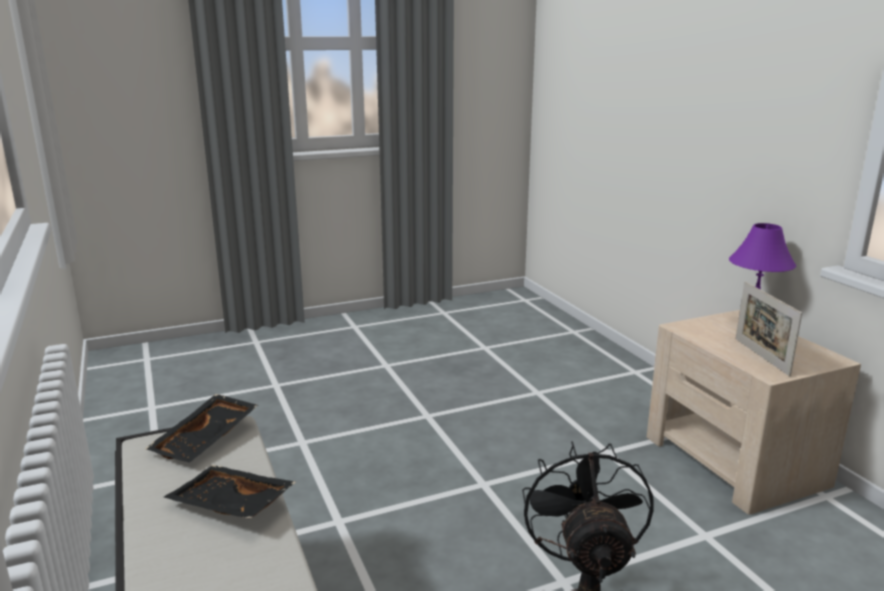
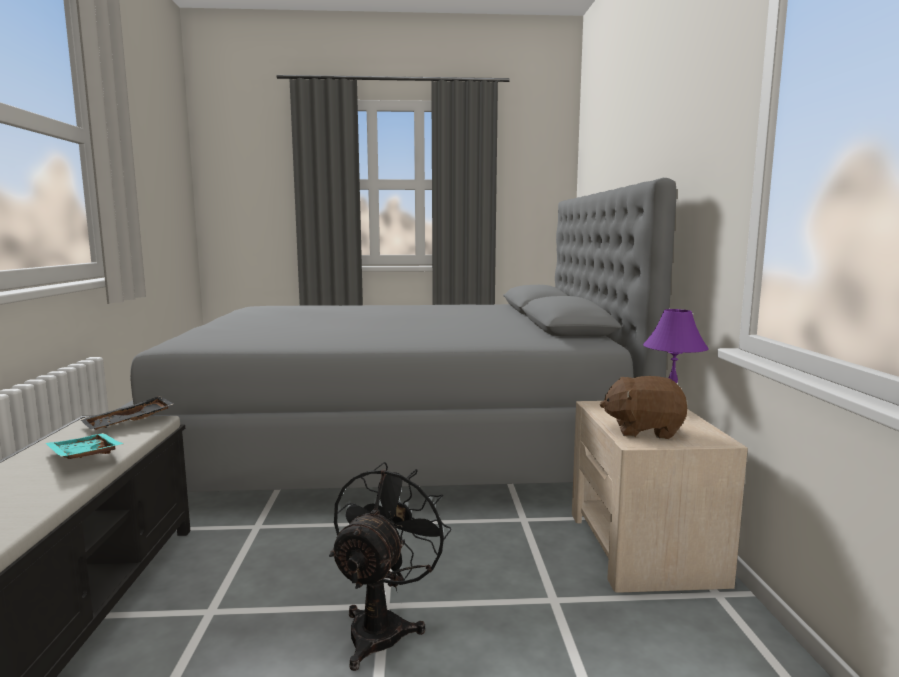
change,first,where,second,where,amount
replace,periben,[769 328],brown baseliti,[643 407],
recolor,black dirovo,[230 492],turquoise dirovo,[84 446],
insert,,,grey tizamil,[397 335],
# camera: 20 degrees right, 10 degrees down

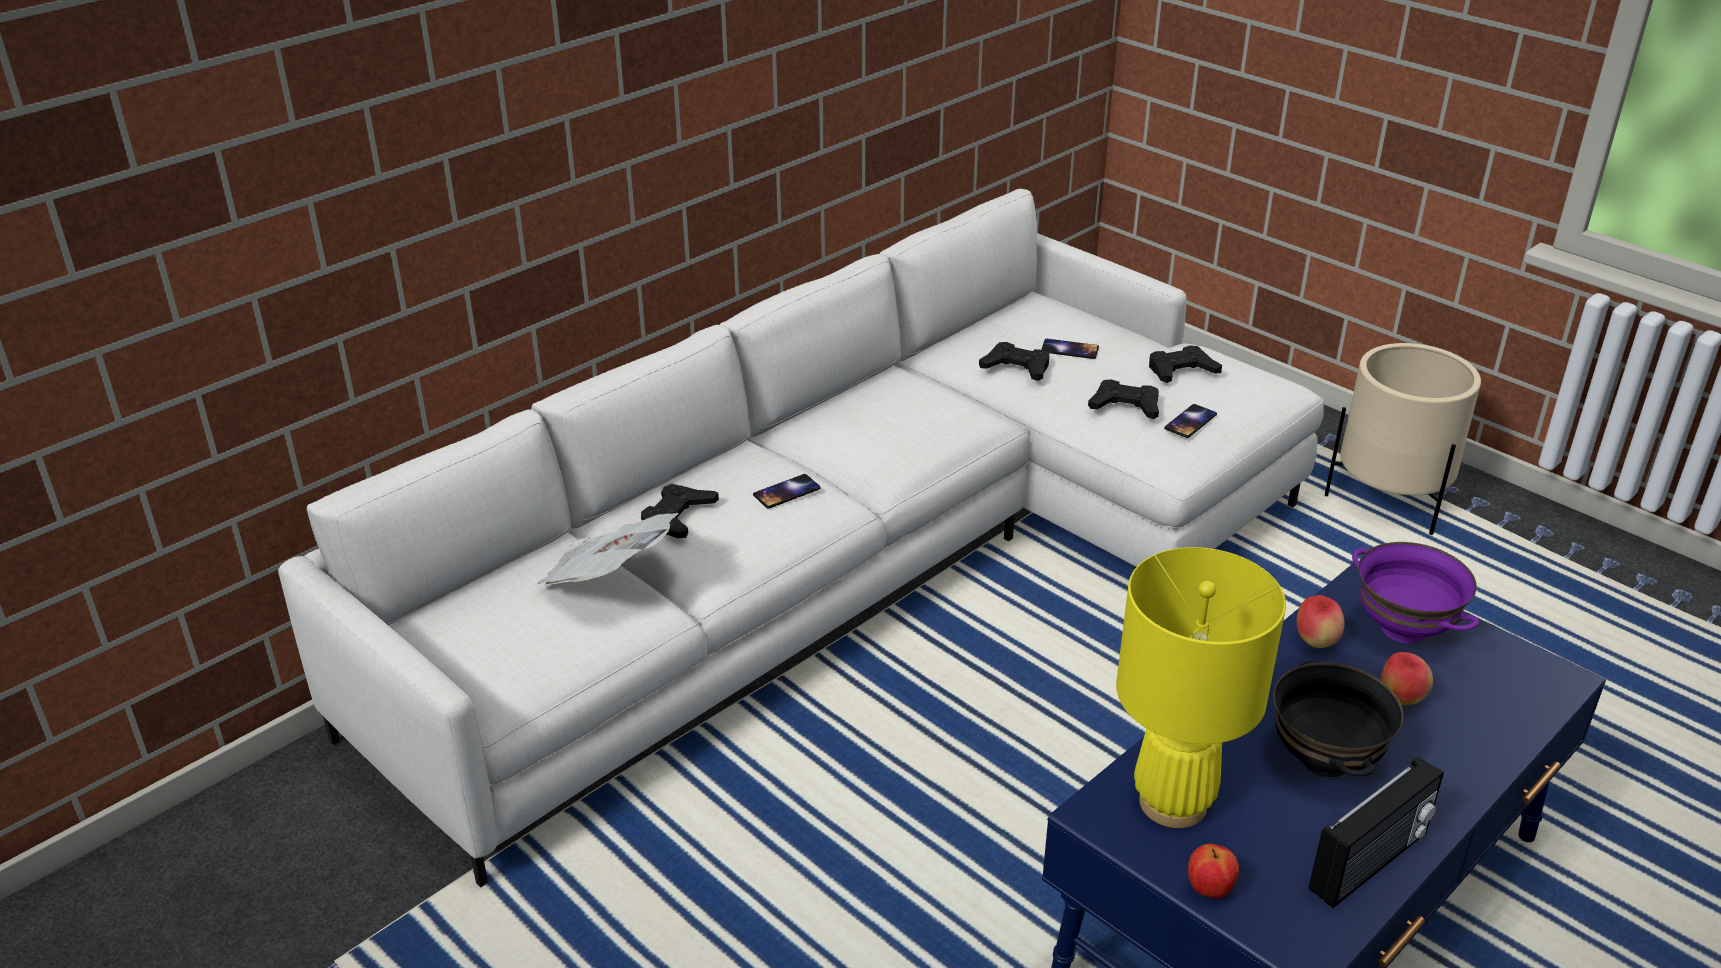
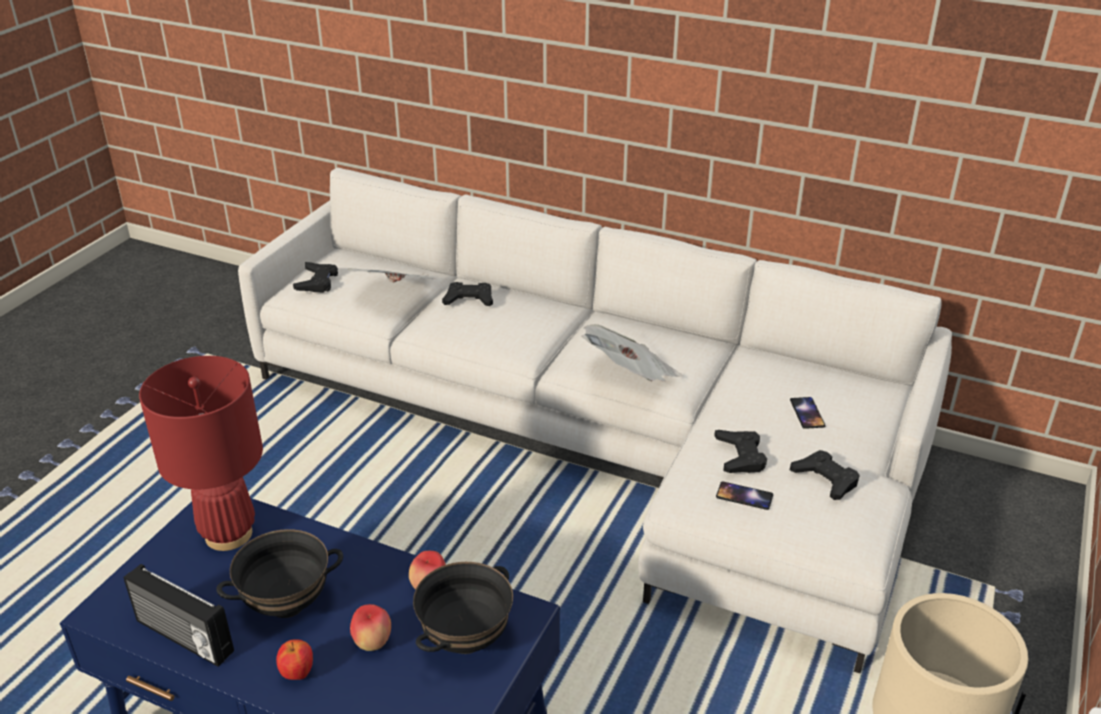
change,first,where,second,where,amount
move,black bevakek,[1014 361],,[315 277],
delete,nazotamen,[787 491],,,
recolor,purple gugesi,[1415 593],black gugesi,[463 608],
recolor,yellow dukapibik,[1201 687],red dukapibik,[201 453],
move,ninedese,[1213 871],,[294 660],
insert,,,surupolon,[631 353],
# camera: 70 degrees right, 0 degrees up

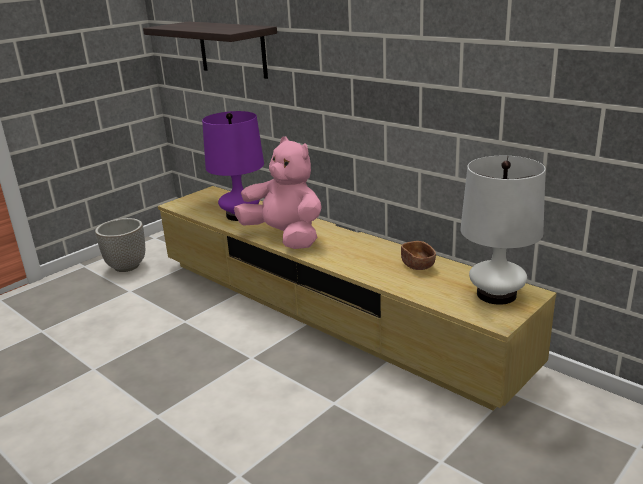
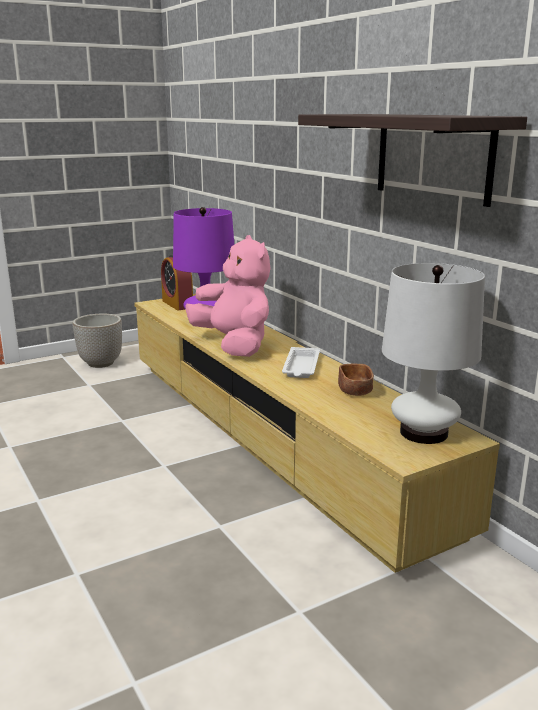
change,first,where,second,where,amount
move,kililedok,[210 50],,[412 160],
insert,,,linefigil,[177 282],
insert,,,white dirovo,[301 362],
# camera: 15 degrees right, 5 degrees down

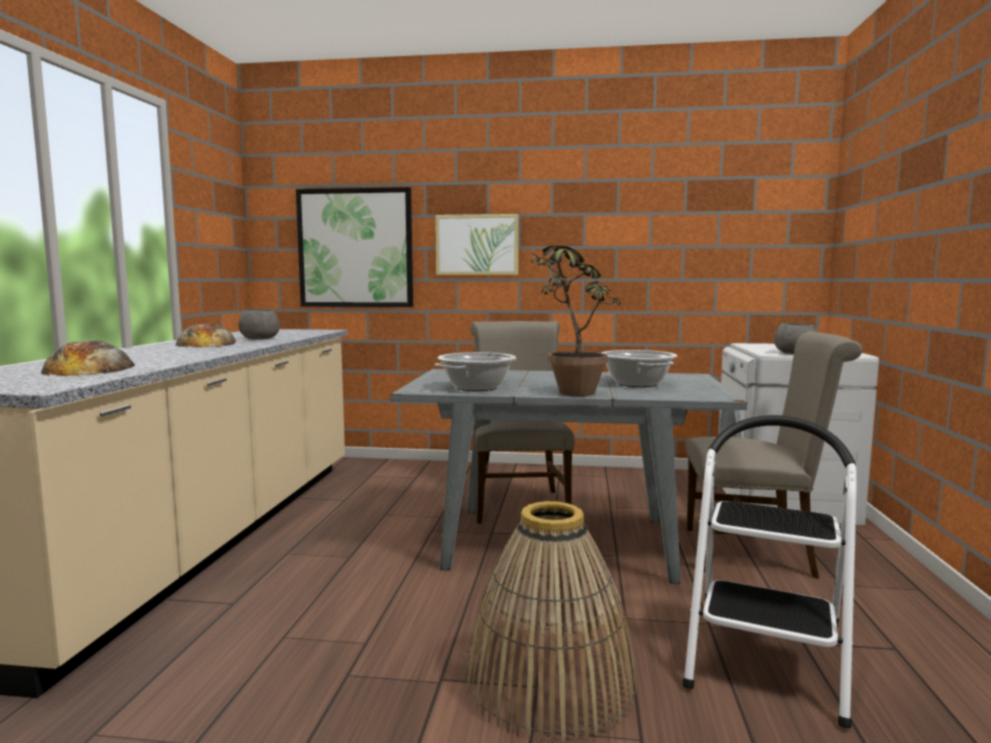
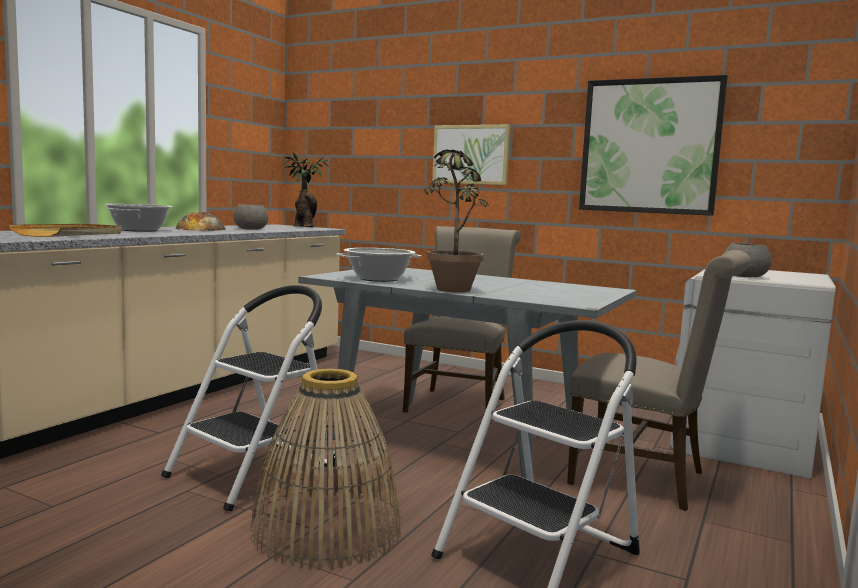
change,first,where,second,where,amount
move,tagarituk,[354 247],,[653 145],
replace,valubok,[88 358],beige dirovo,[65 230],
move,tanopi,[639 368],,[138 218],
insert,,,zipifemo,[306 189],
insert,,,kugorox,[248 398],
# camera: 20 degrees right, 0 degrees up

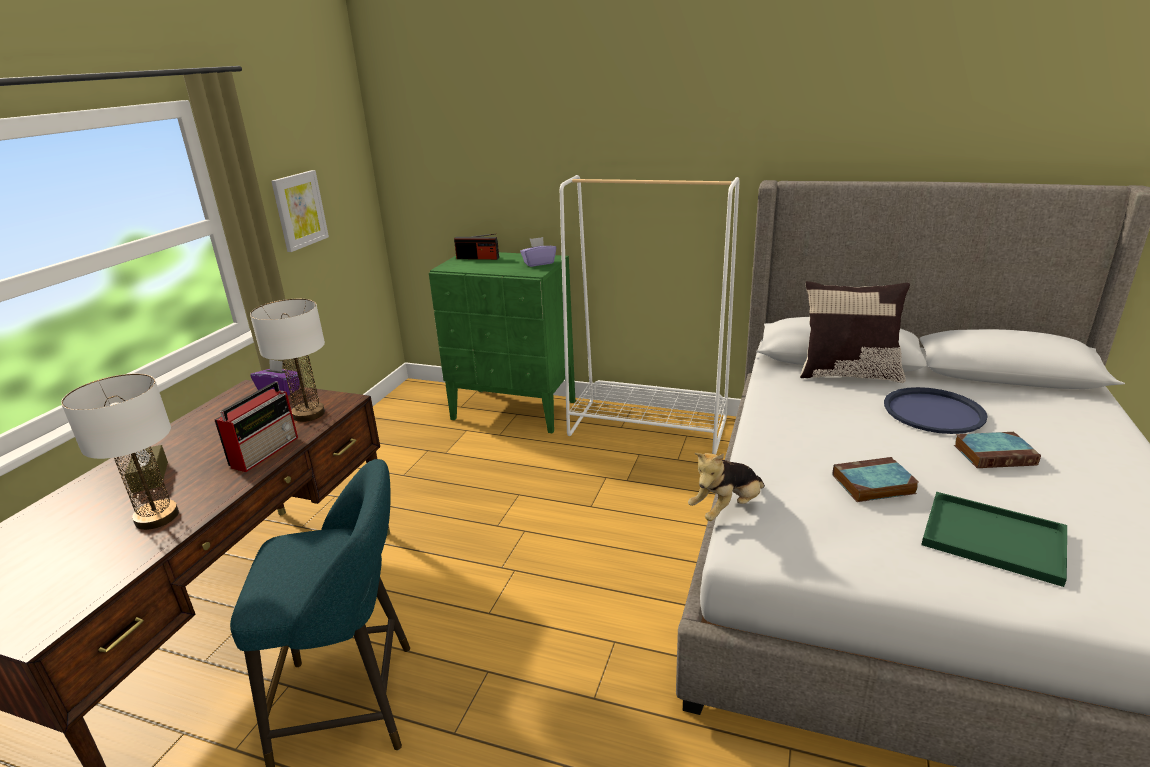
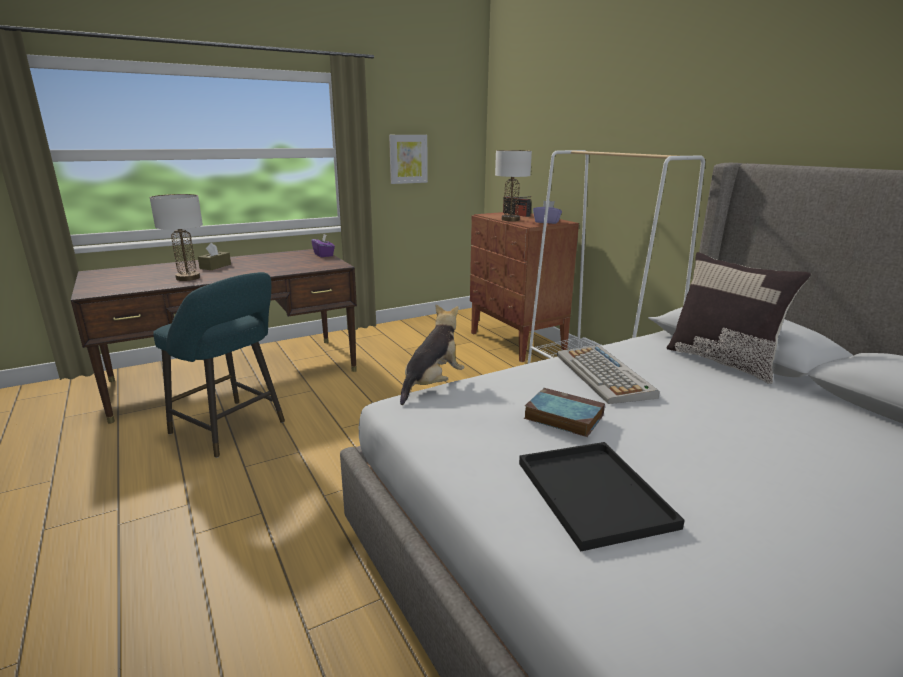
change,first,where,second,where,amount
recolor,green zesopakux,[502 342],brown zesopakux,[524 287],
move,dukapibik,[287 360],,[513 185],
delete,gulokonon,[256 426],,,
delete,blue dirovo,[936 410],,,
delete,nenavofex,[997 450],,,
rotate,baseliti,[726 487],,[432 355],120 degrees clockwise
recolor,green dirovo,[994 539],black dirovo,[602 496],
insert,,,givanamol,[608 374],
# camera: 40 degrees right, 5 degrees down

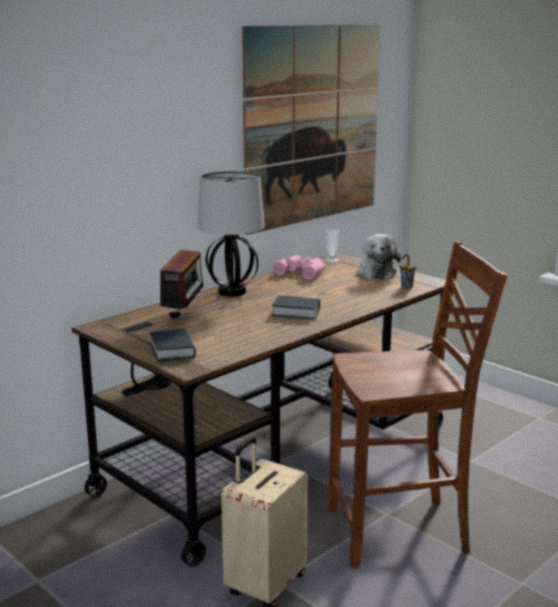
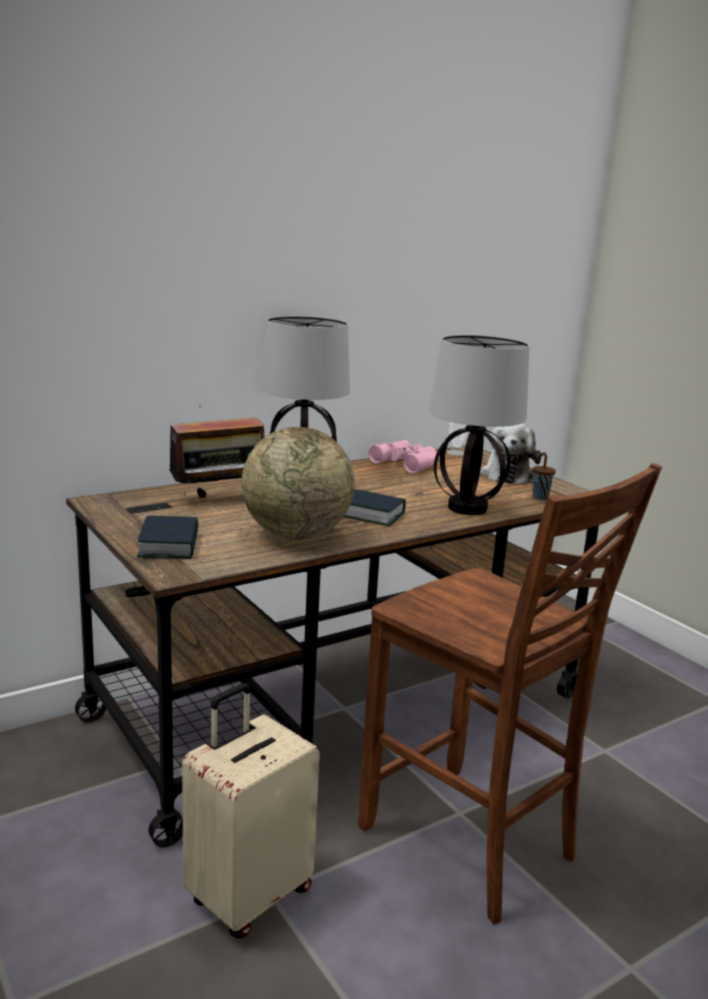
change,first,where,second,where,amount
delete,tagarituk,[311 130],,,
rotate,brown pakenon,[417 405],,[510 694],45 degrees clockwise
rotate,gulokonon,[182 283],,[212 452],45 degrees clockwise
insert,,,dukapibik,[479 425],
insert,,,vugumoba,[298 483],
# camera: 10 degrees right, 0 degrees up

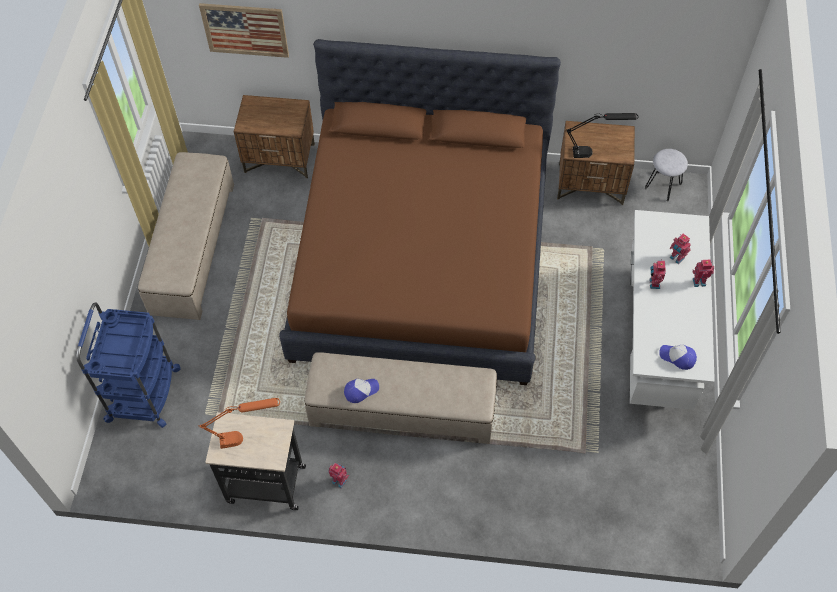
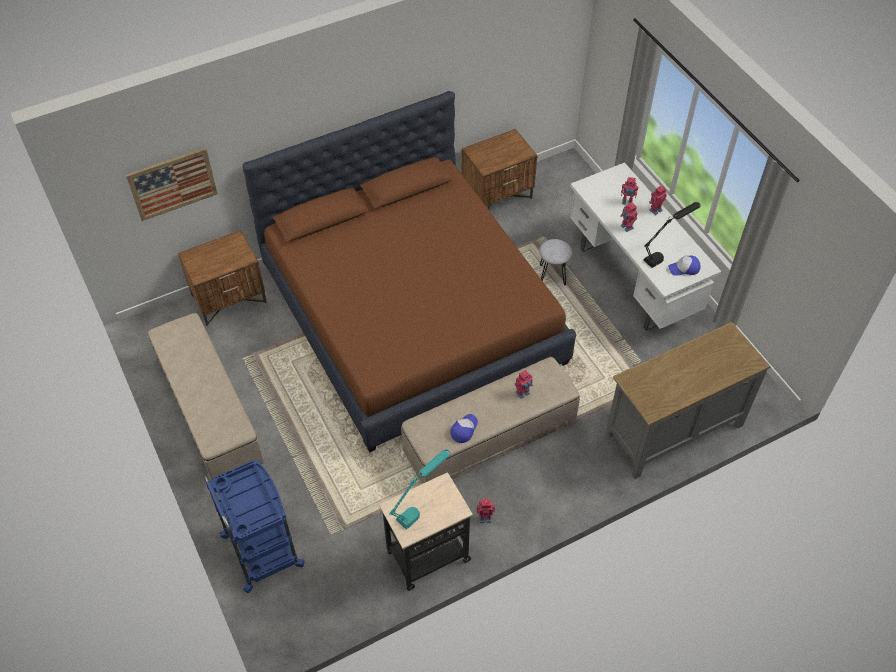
change,first,where,second,where,amount
move,black dukapibik,[602 135],,[672 235],
move,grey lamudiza,[666 175],,[555 262],
recolor,orange dukapibik,[239 423],turquoise dukapibik,[419 489],
insert,,,grey zesopakux,[688 400],
insert,,,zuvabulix,[524 384],
# camera: 35 degrees left, 5 degrees down

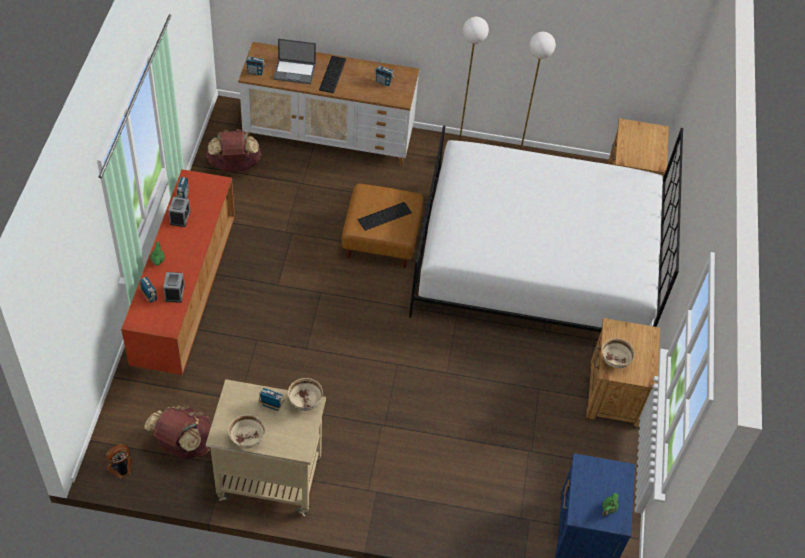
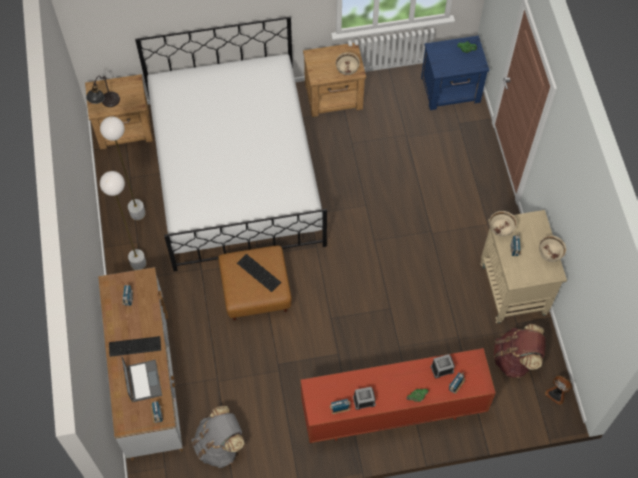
change,first,where,second,where,amount
recolor,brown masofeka,[234 150],grey masofeka,[218 437],
insert,,,grey dukapibik,[103 91],
# camera: 105 degrees left, 10 degrees up

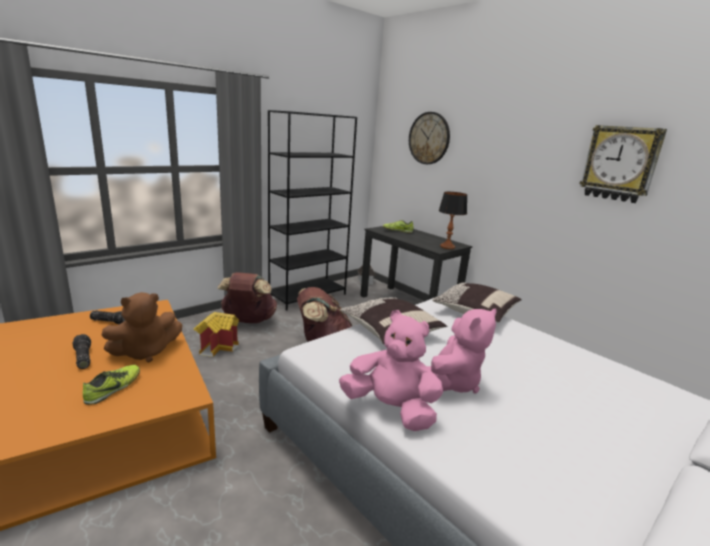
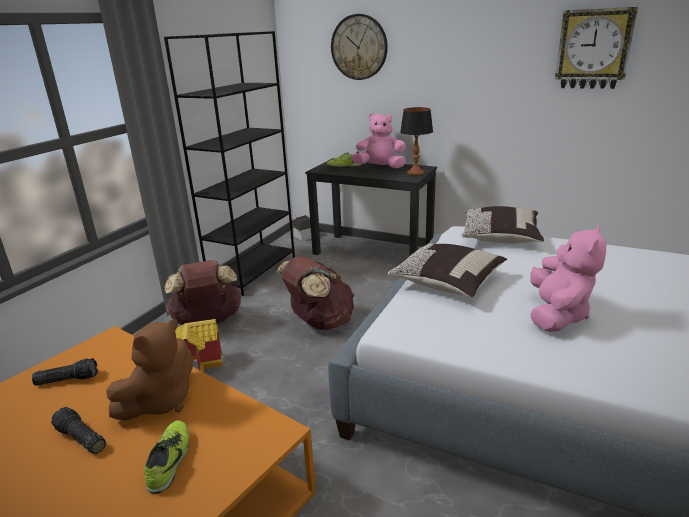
change,first,where,second,where,amount
move,pink baseliti,[391 370],,[378 140],
# camera: 20 degrees left, 5 degrees up

